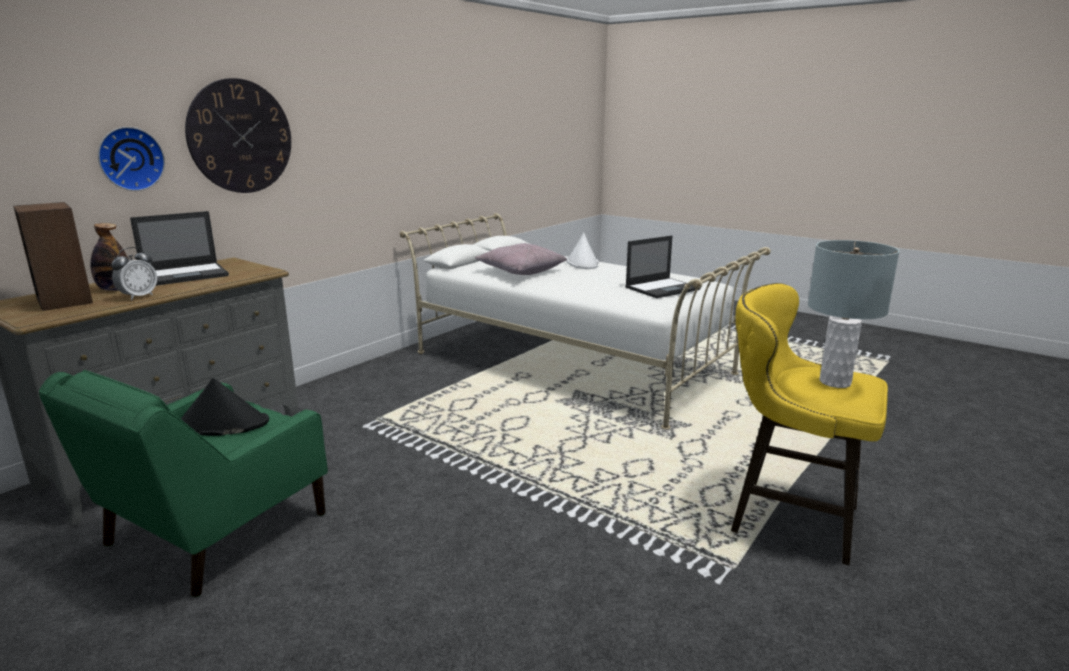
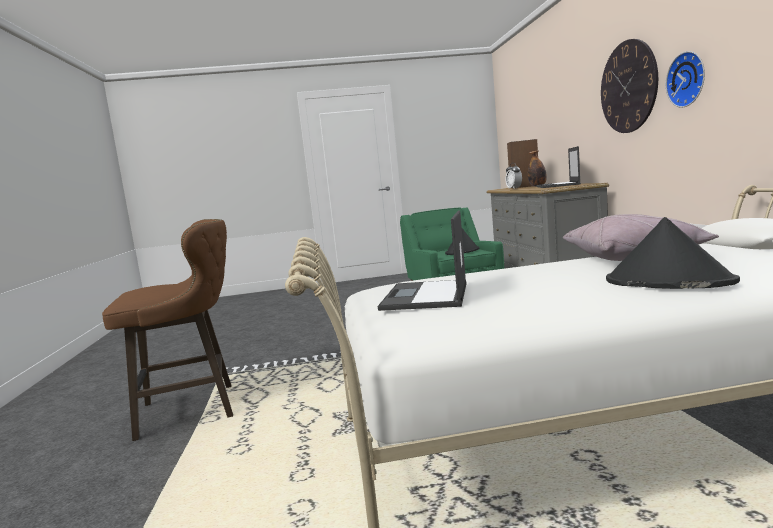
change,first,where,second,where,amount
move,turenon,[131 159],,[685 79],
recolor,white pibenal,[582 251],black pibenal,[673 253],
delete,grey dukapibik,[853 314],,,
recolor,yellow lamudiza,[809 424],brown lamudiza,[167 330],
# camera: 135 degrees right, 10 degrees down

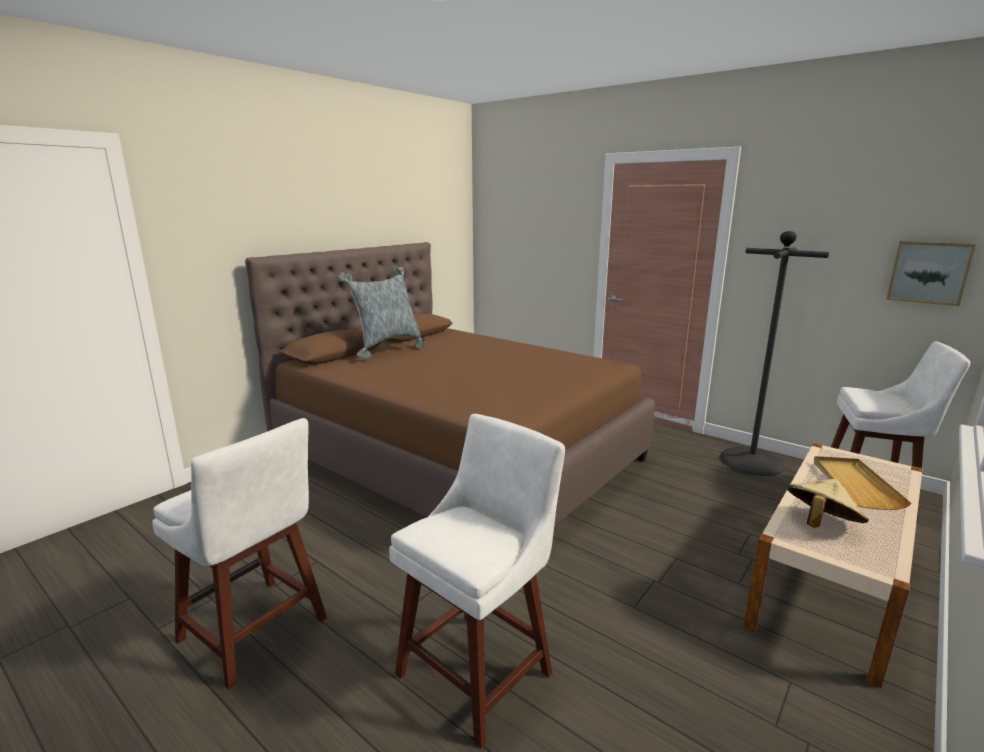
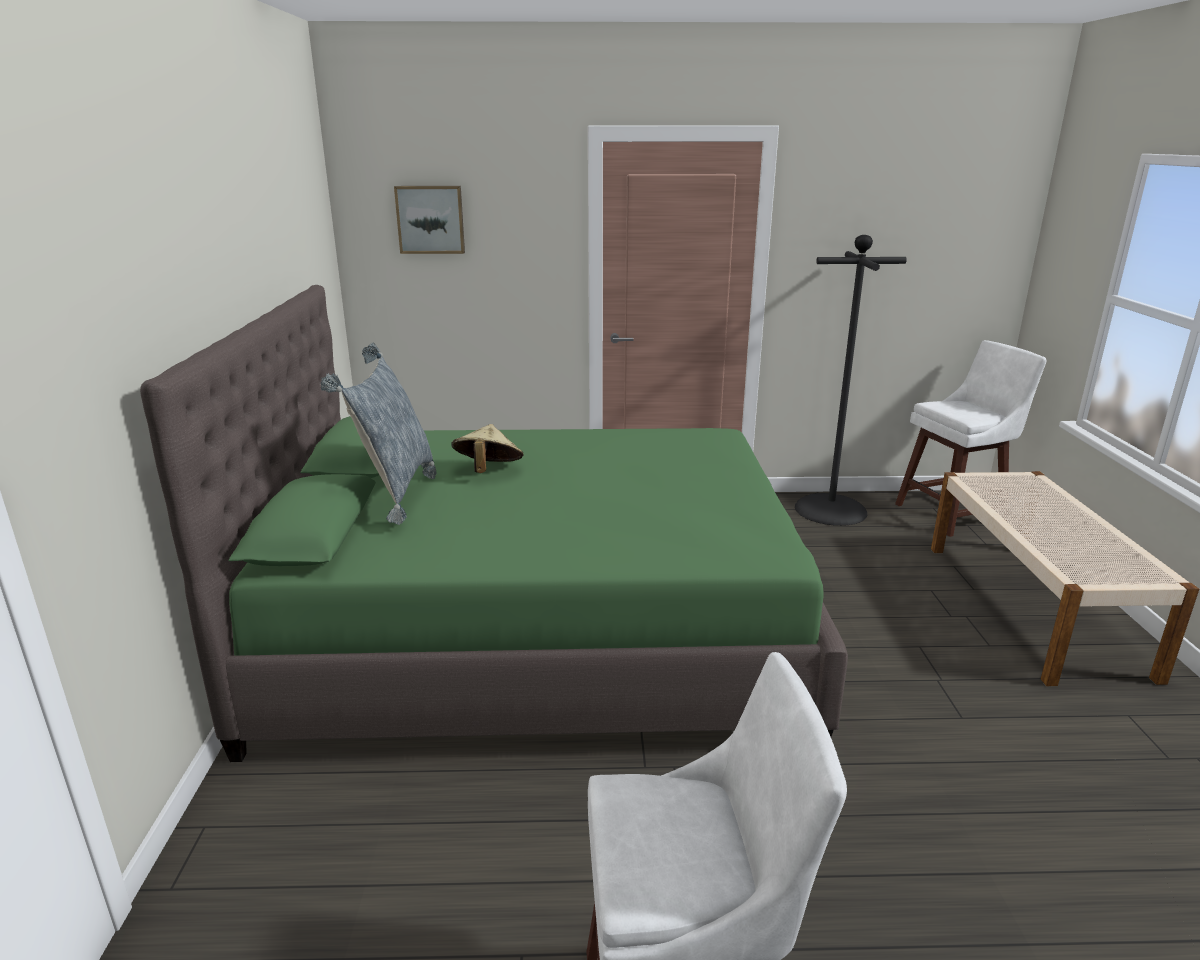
change,first,where,second,where,amount
move,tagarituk,[931 273],,[429 220],
recolor,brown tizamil,[450 384],green tizamil,[494 523],
delete,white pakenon,[477 581],,,
delete,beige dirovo,[862 483],,,
move,beige pibenal,[828 503],,[487 448],
# camera: 40 degrees left, 5 degrees up

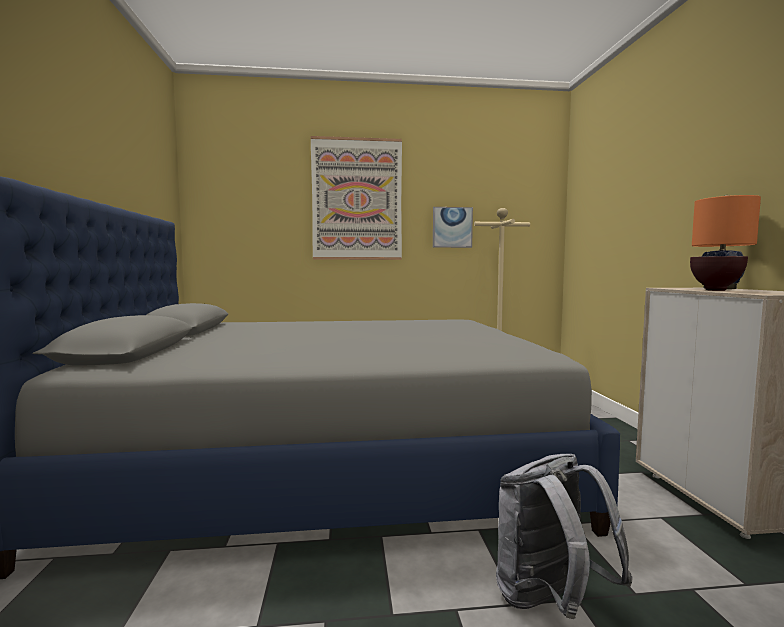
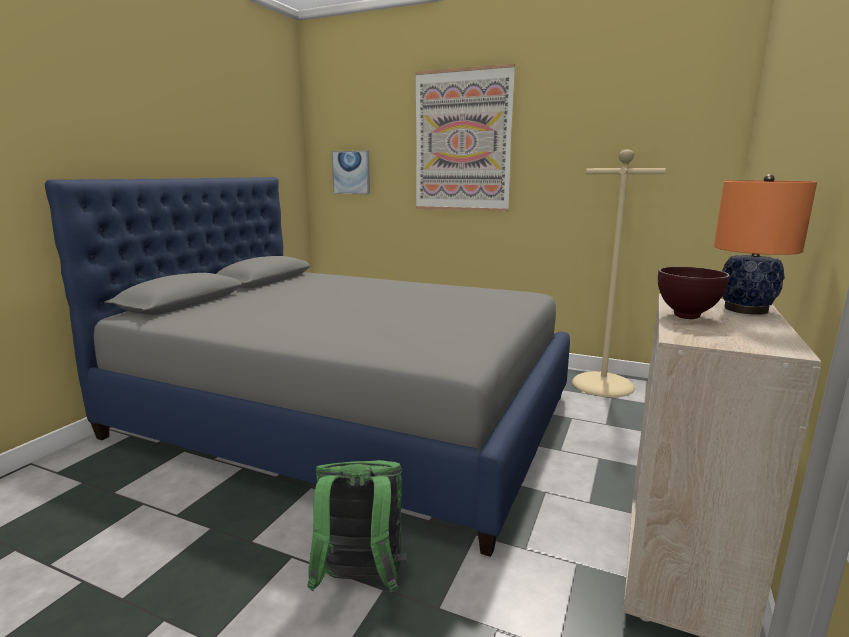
change,first,where,second,where,amount
move,tagarituk,[453 227],,[350 172],
recolor,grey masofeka,[564 536],green masofeka,[357 526],
# camera: 30 degrees right, 10 degrees up

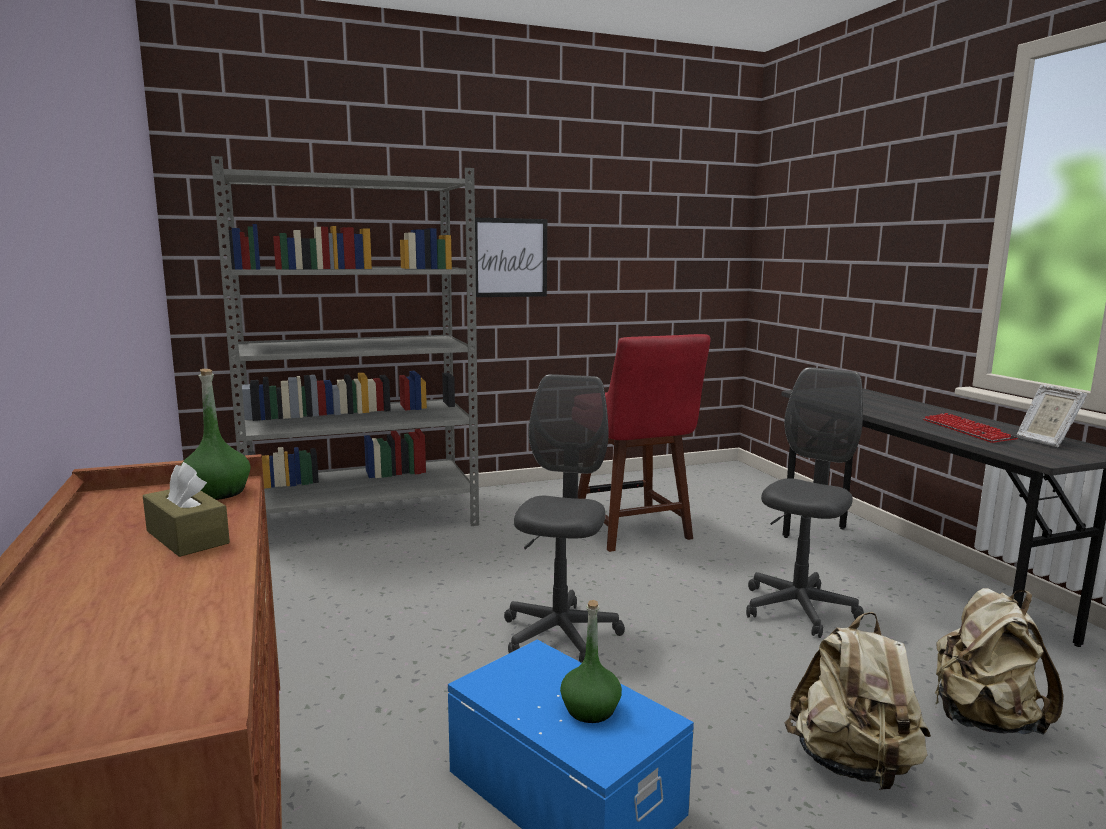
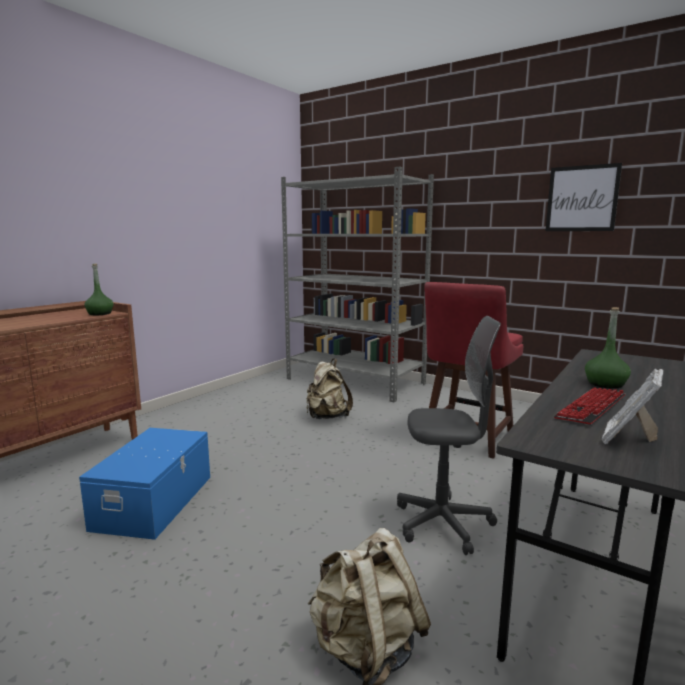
change,first,where,second,where,amount
move,tagarituk,[511 257],,[584 197],
delete,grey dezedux,[564 518],,,
delete,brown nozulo,[186 509],,,
move,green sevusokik,[591 661],,[608 348],
move,beige masofeka,[857 701],,[329 388],
# camera: 55 degrees right, 0 degrees up

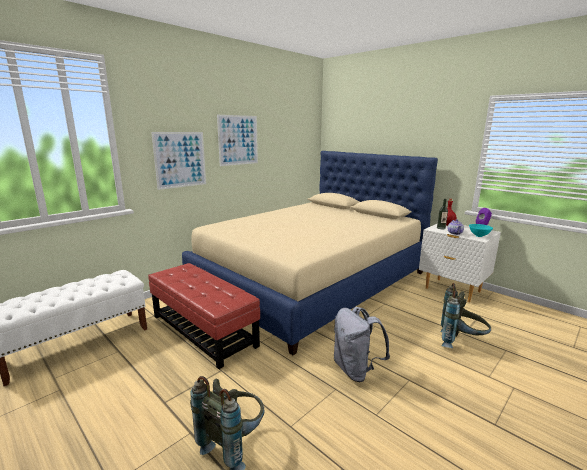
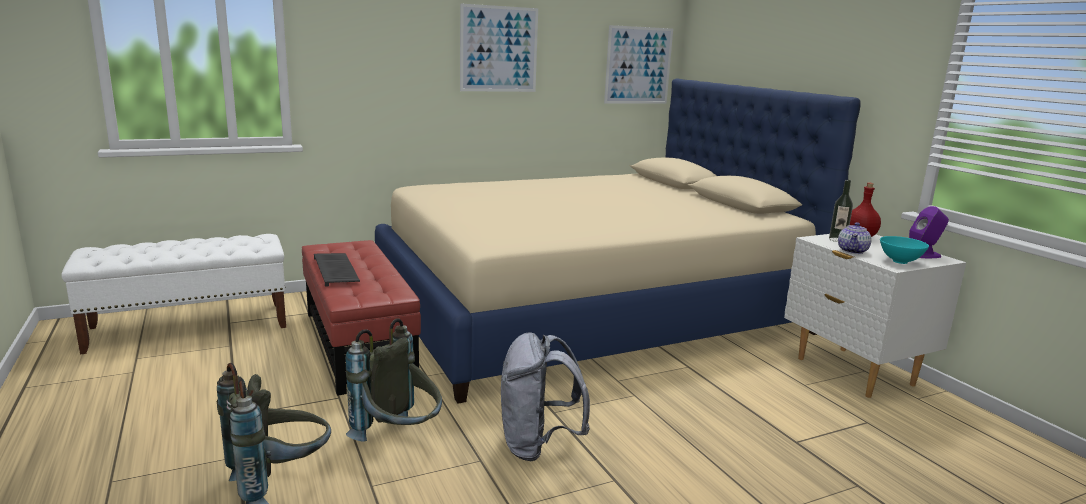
change,first,where,second,where,amount
move,tagarituk,[178 161],,[638 64],
move,grey masofeka,[465 315],,[394 380],
insert,,,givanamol,[337 269],
# camera: 20 degrees right, 0 degrees up

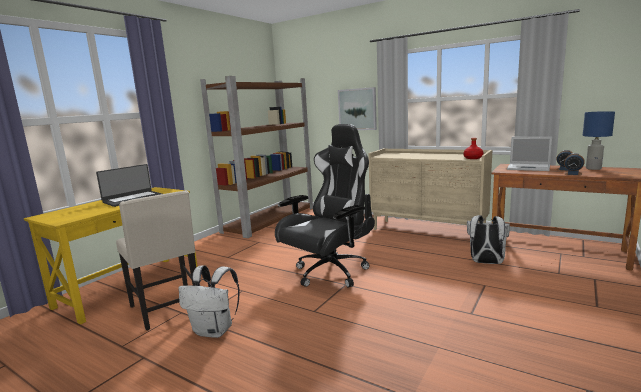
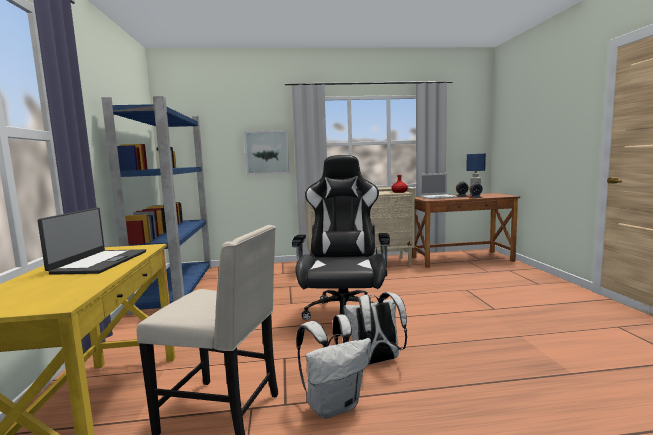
change,first,where,second,where,amount
recolor,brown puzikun,[256 157],blue puzikun,[156 205],
move,white masofeka,[488 239],,[375 328],
# camera: 40 degrees left, 5 degrees down

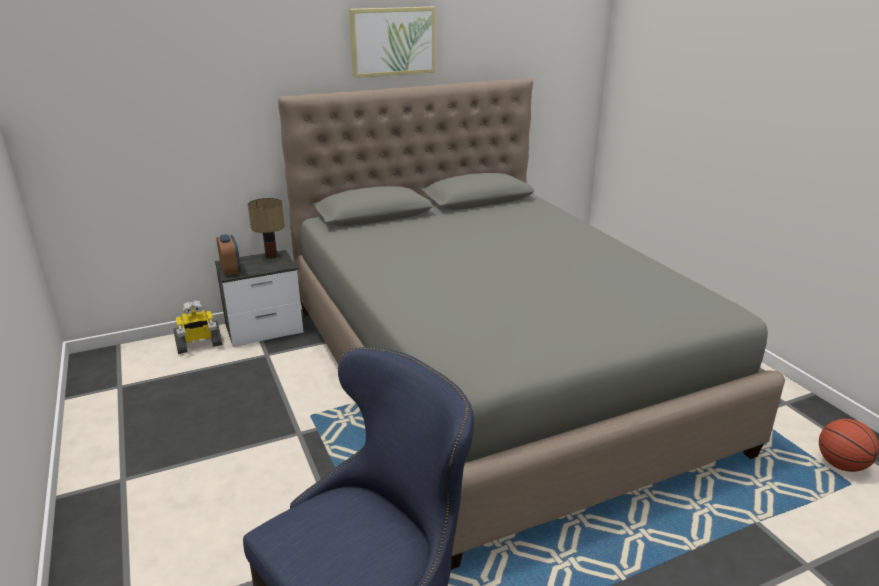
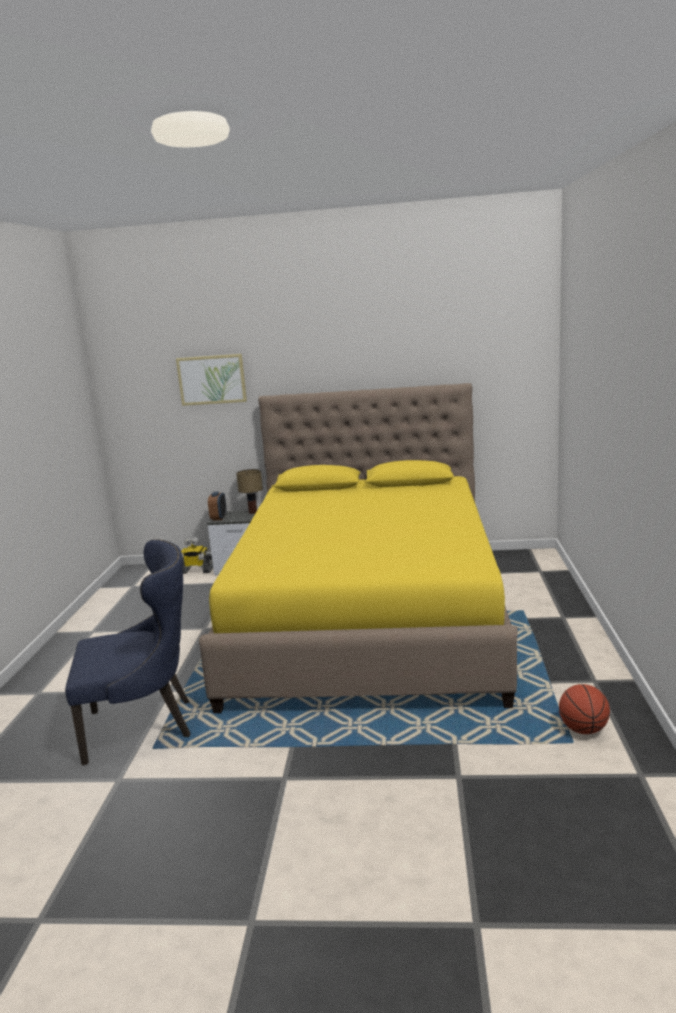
change,first,where,second,where,amount
move,tagarituk,[392 42],,[211 380],
recolor,grey tizamil,[531 324],yellow tizamil,[358 548],
# camera: 30 degrees right, 10 degrees down

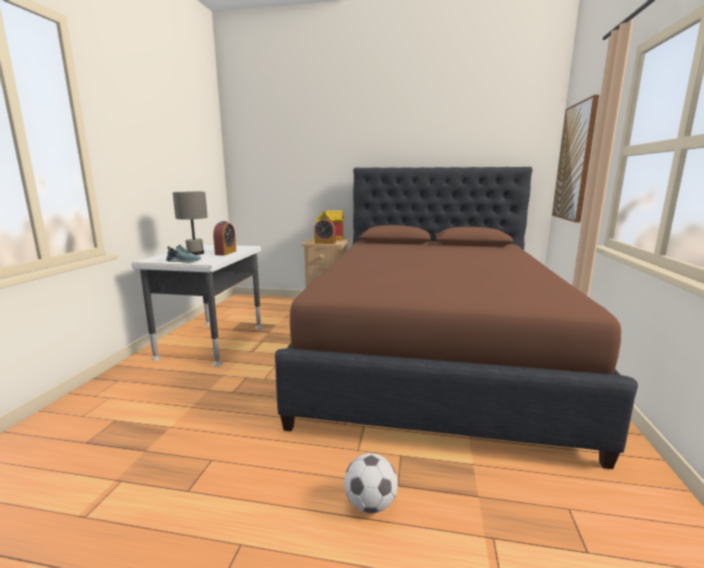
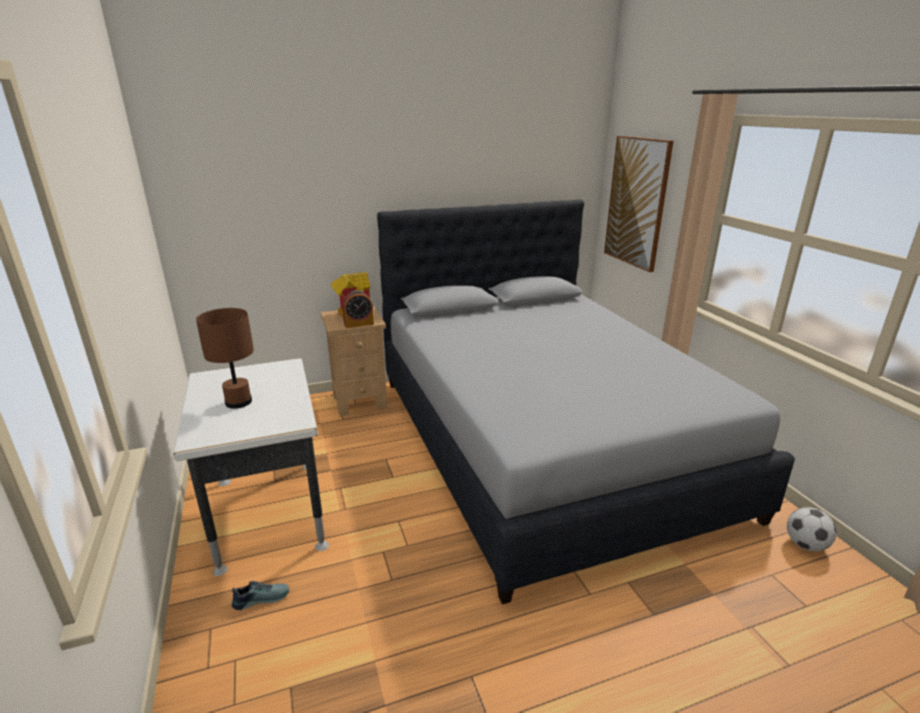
change,first,where,second,where,amount
recolor,brown tizamil,[456 318],grey tizamil,[586 402],
recolor,grey dukapibik,[190 223],brown dukapibik,[225 358],
delete,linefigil,[224 238],,,
move,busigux,[183 254],,[260 595],
move,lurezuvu,[371 483],,[811 529],
# camera: 30 degrees left, 10 degrees up

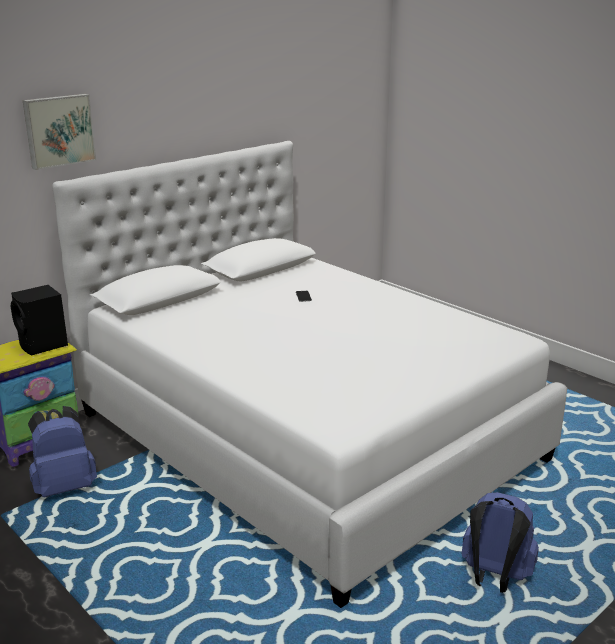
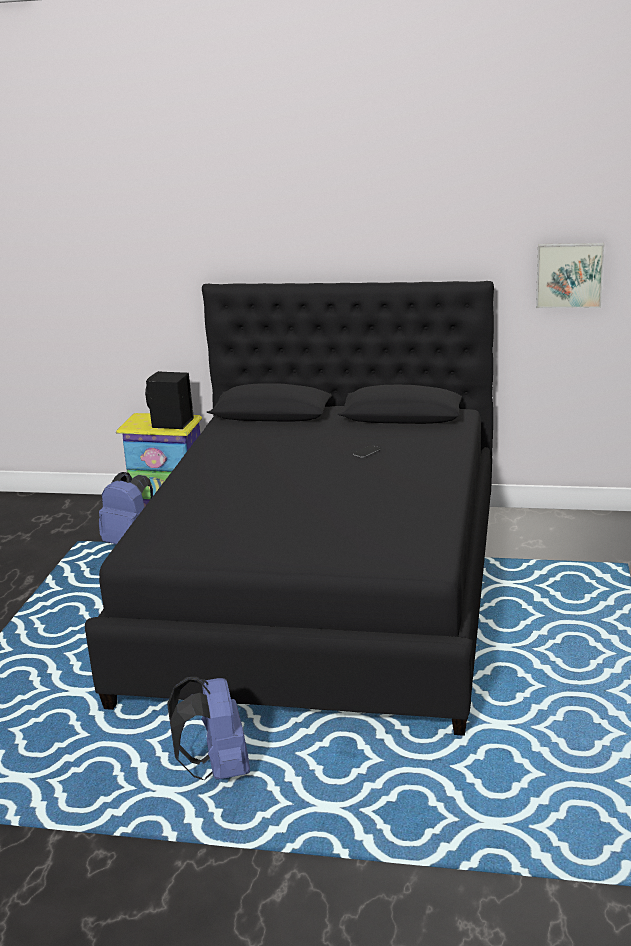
change,first,where,second,where,amount
move,tagarituk,[59 132],,[570 275],
recolor,white tizamil,[309 374],black tizamil,[289 508],
# camera: 55 degrees right, 0 degrees up

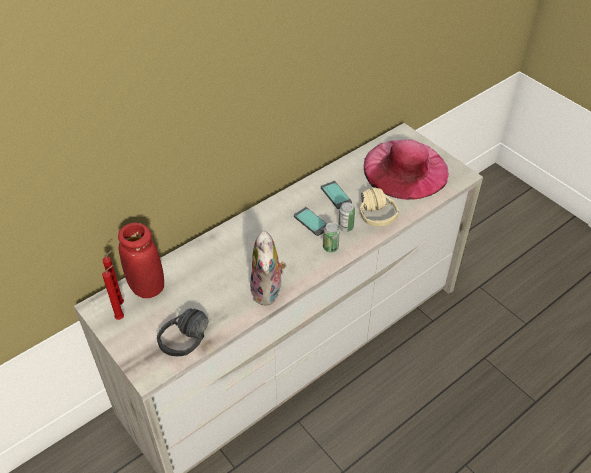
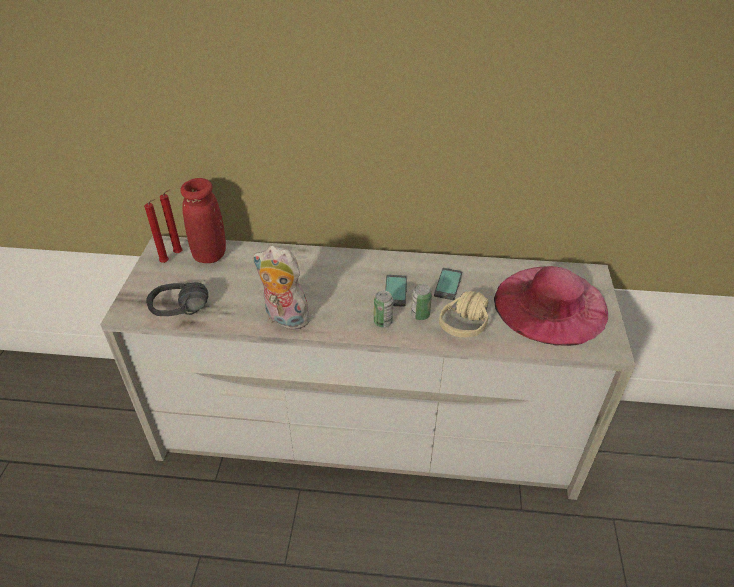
change,first,where,second,where,amount
rotate,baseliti,[268 268],,[281 288],75 degrees clockwise
# camera: 45 degrees right, 5 degrees down

